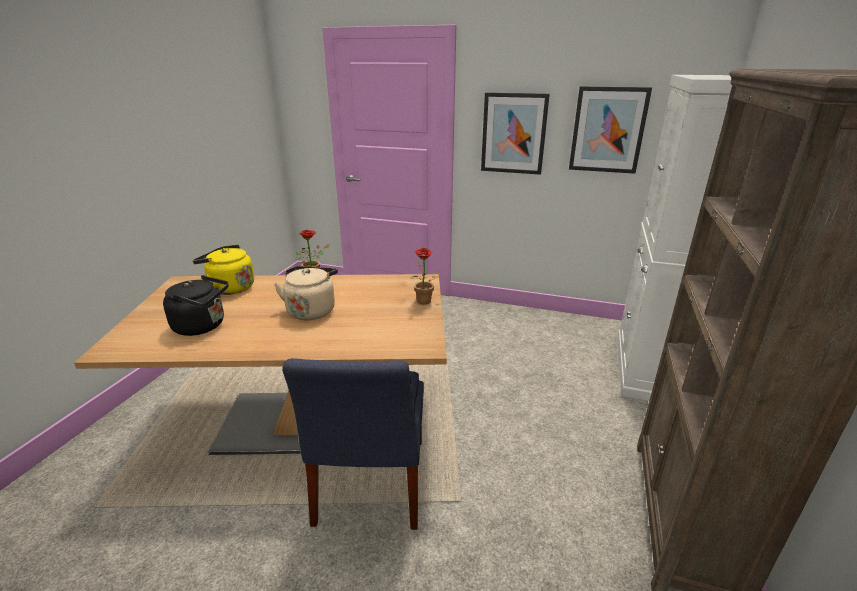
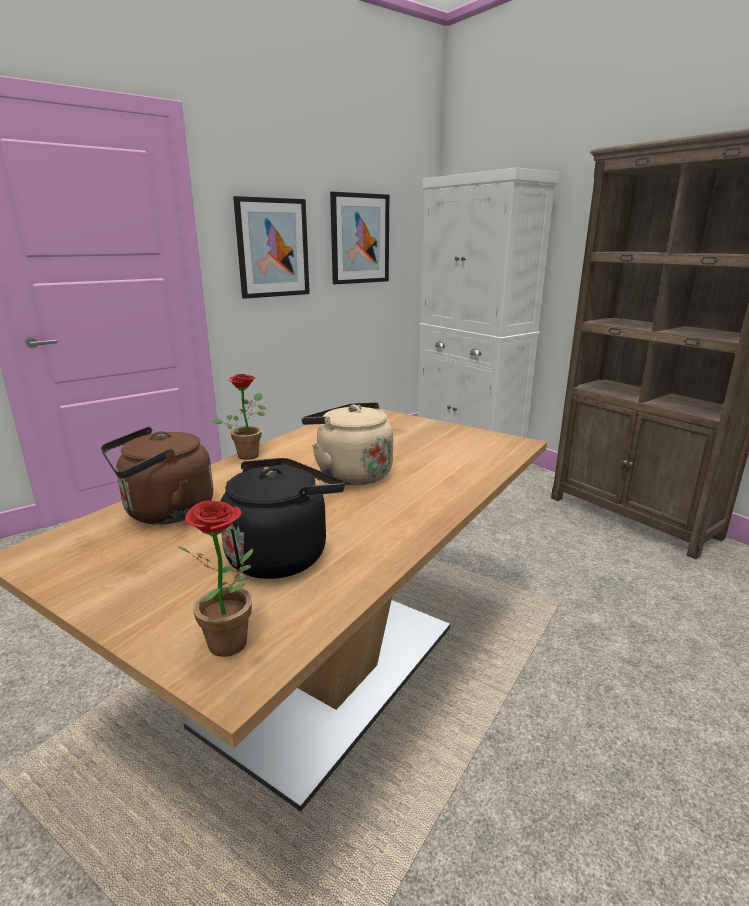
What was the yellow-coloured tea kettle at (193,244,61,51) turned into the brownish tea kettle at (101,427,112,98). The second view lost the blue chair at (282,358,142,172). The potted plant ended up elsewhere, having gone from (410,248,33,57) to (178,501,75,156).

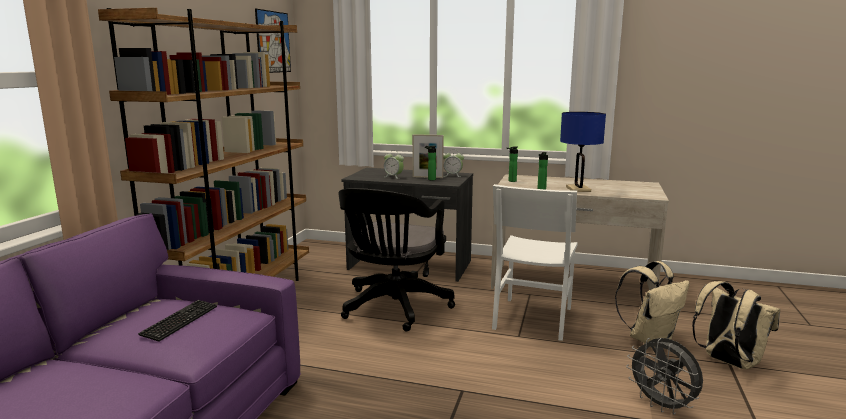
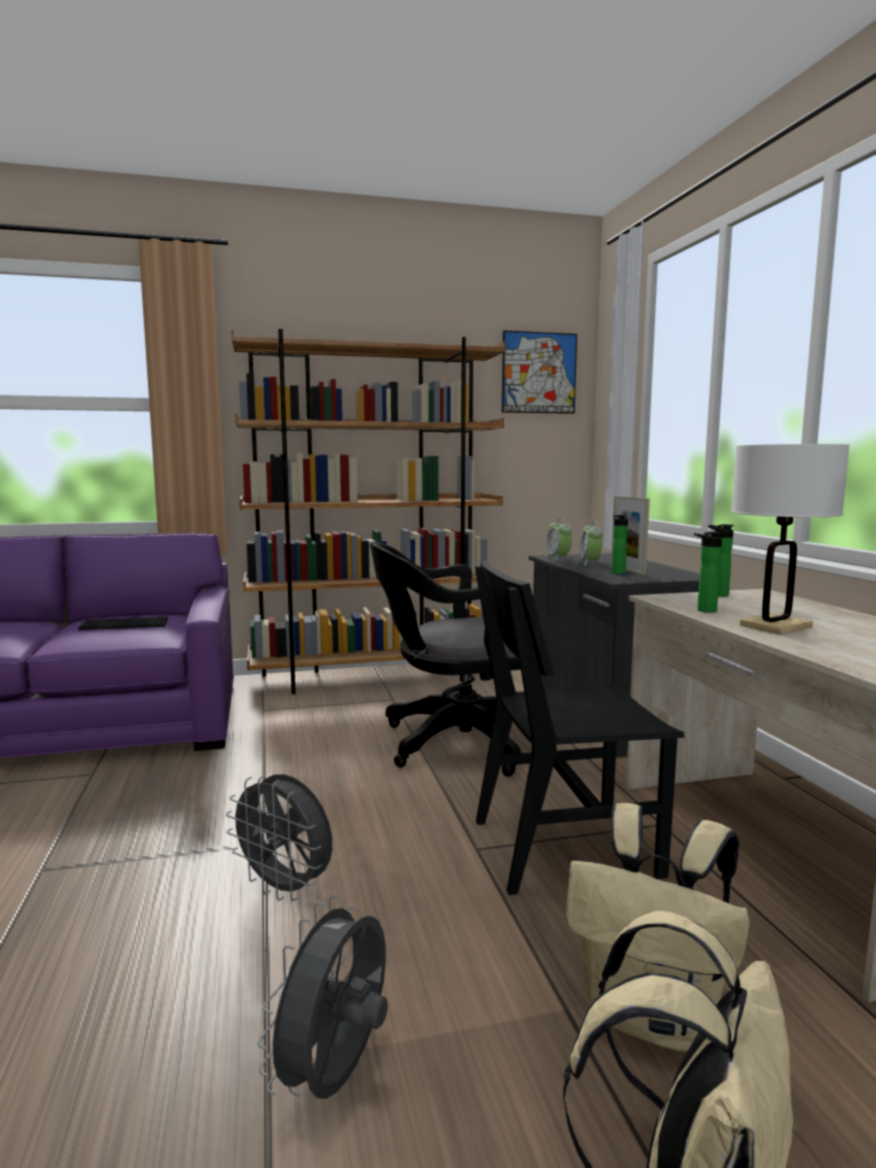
The alarm clock ended up elsewhere, having gone from (443,151,21,26) to (545,518,27,43). What was the whitish chair at (492,184,86,157) turned into the black-coloured chair at (475,559,209,336). What was the blue tabletop lamp at (560,112,46,80) turned into the whitish tabletop lamp at (731,444,119,190). The second view gained the grey electric fan at (226,774,106,127).

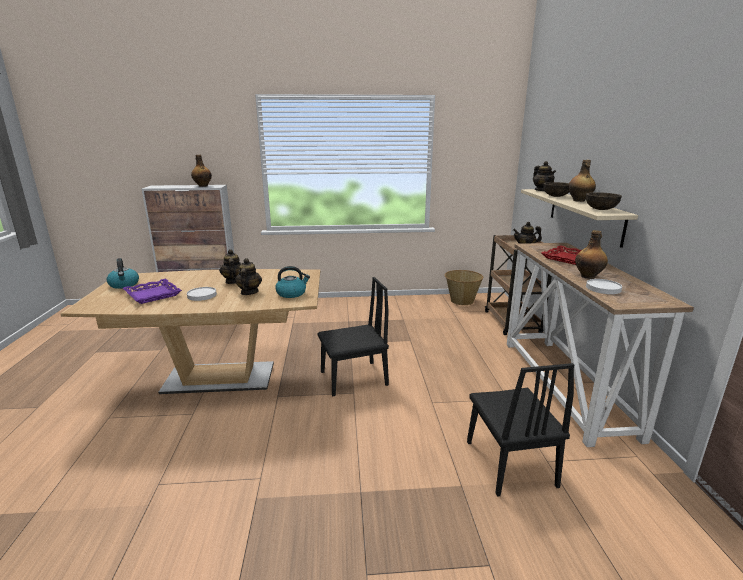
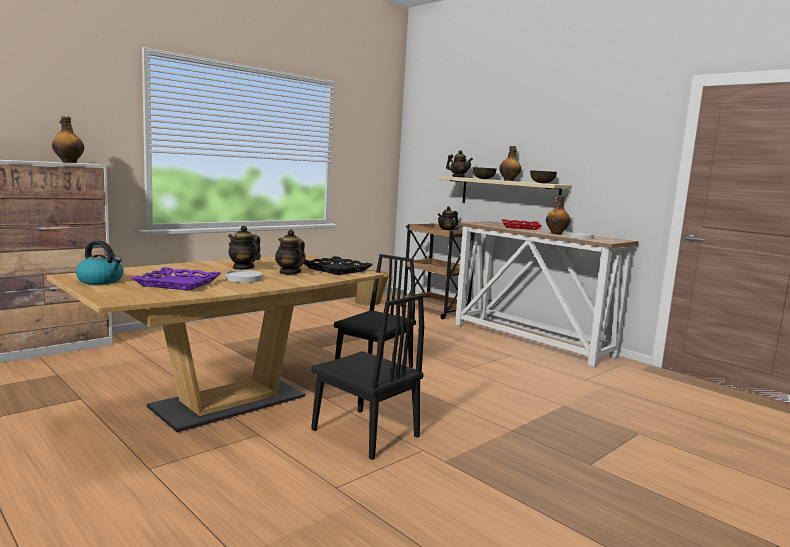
Where the tea kettle stood at (275,266,35,32), the black-coloured serving tray came to stand at (304,256,69,19). The black-coloured chair ended up elsewhere, having gone from (467,363,107,134) to (311,294,113,166).

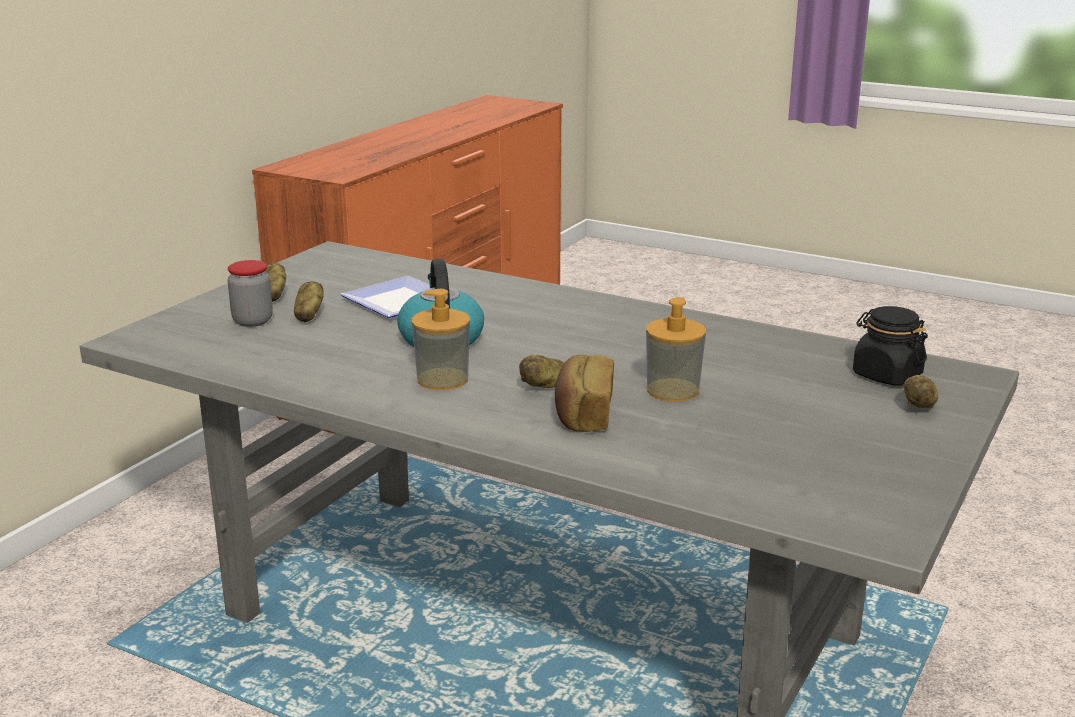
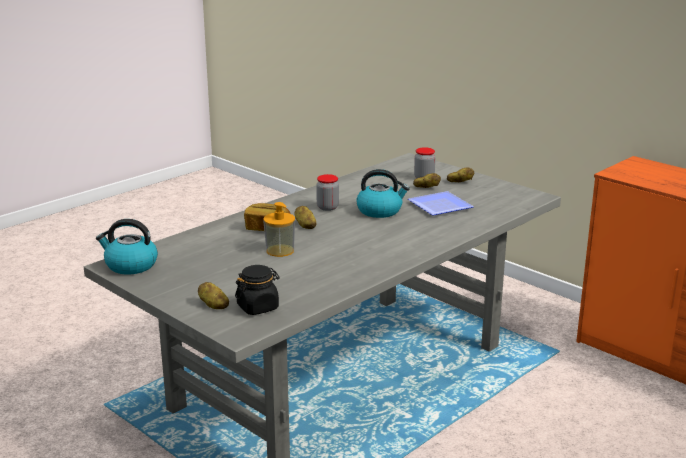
Where the liquid soap bottle stood at (412,289,58,101), the preserve jar came to stand at (316,174,23,37). The second view gained the tea kettle at (96,219,62,55).

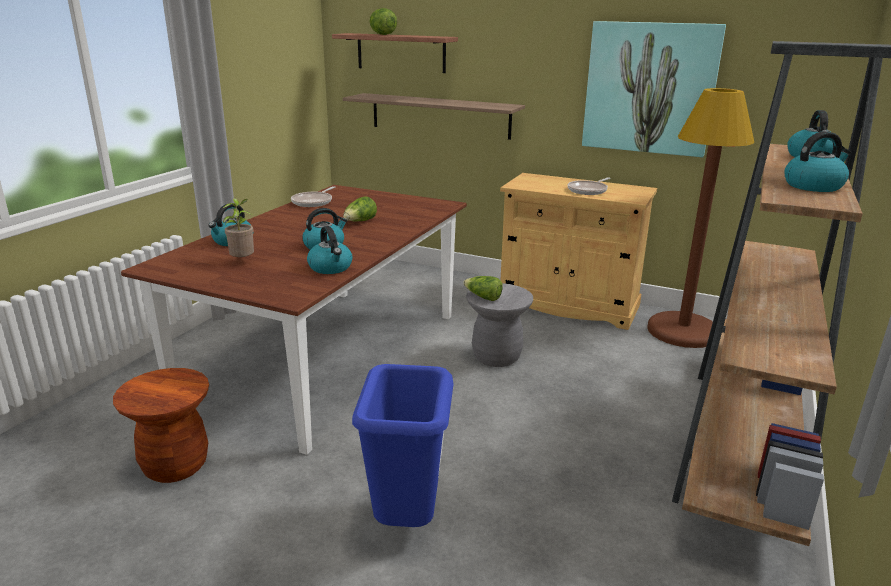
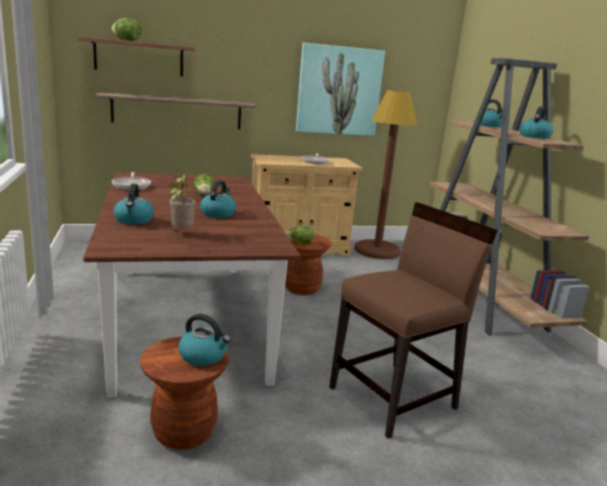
The tea kettle ended up elsewhere, having gone from (307,226,45,48) to (178,314,53,52). Where the blue rubbish bin stood at (352,364,102,163), the brownish chair came to stand at (329,202,169,237). What was the grey stool at (466,283,67,84) turned into the brownish stool at (285,234,46,61).

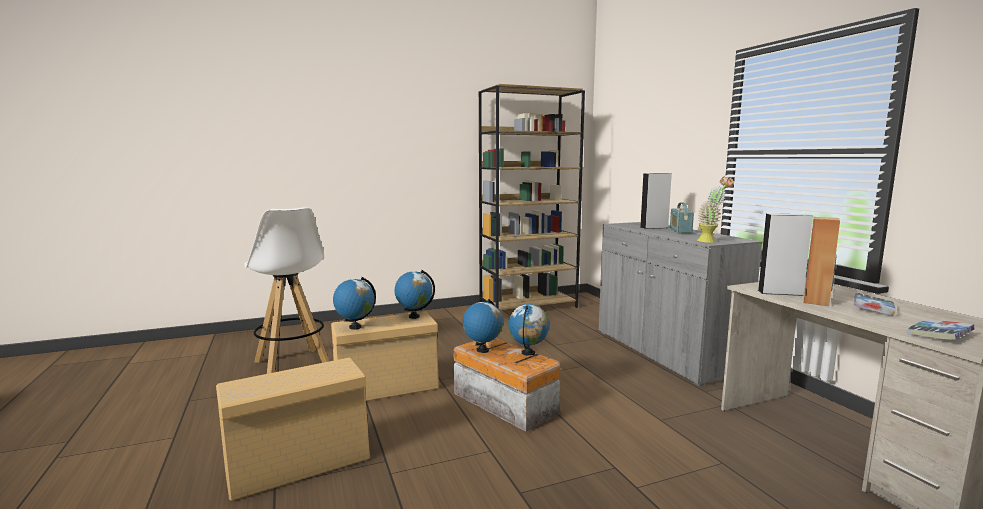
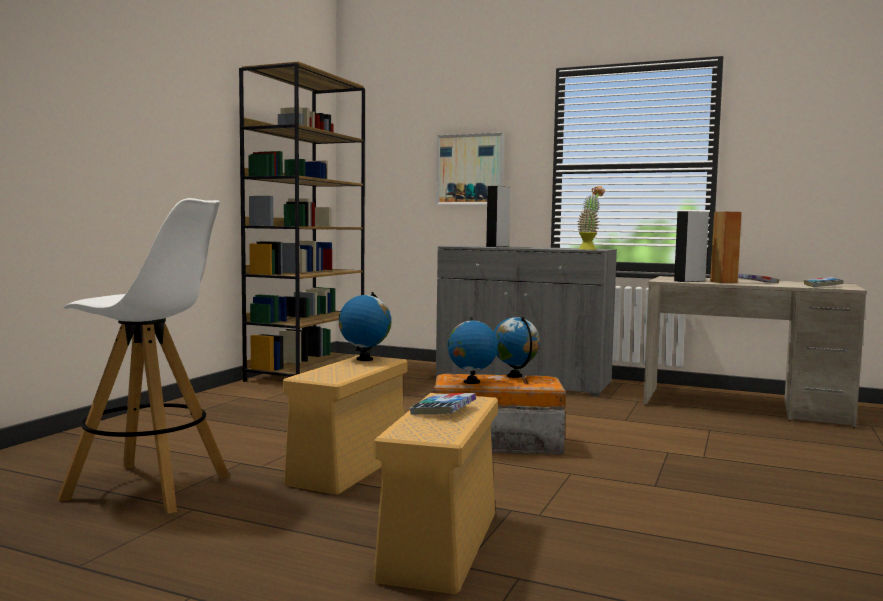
The second view lost the globe at (333,277,43,53). The second view lost the radio set at (670,203,24,30). The second view gained the book at (410,393,66,22). The second view gained the picture at (436,133,68,72).

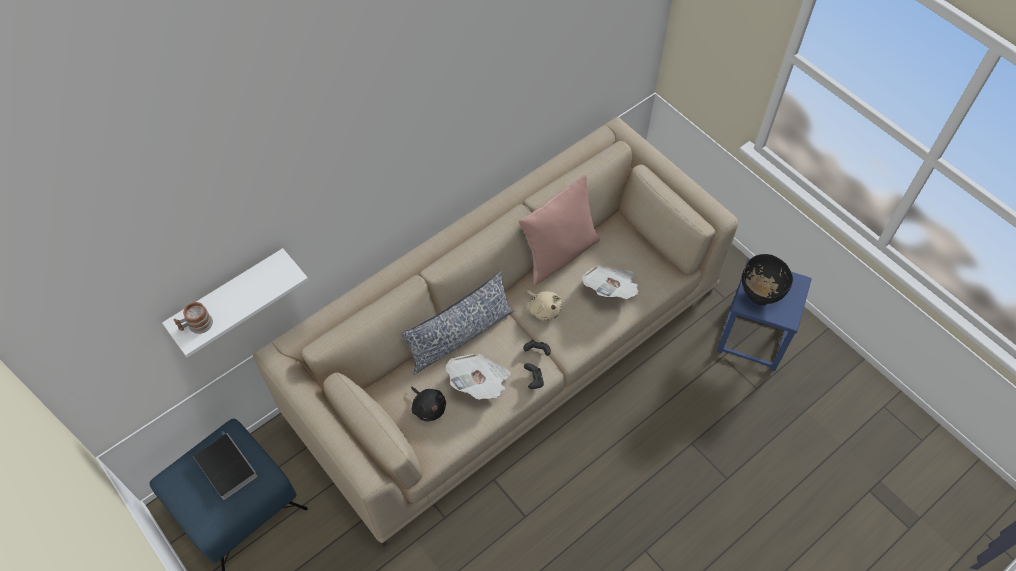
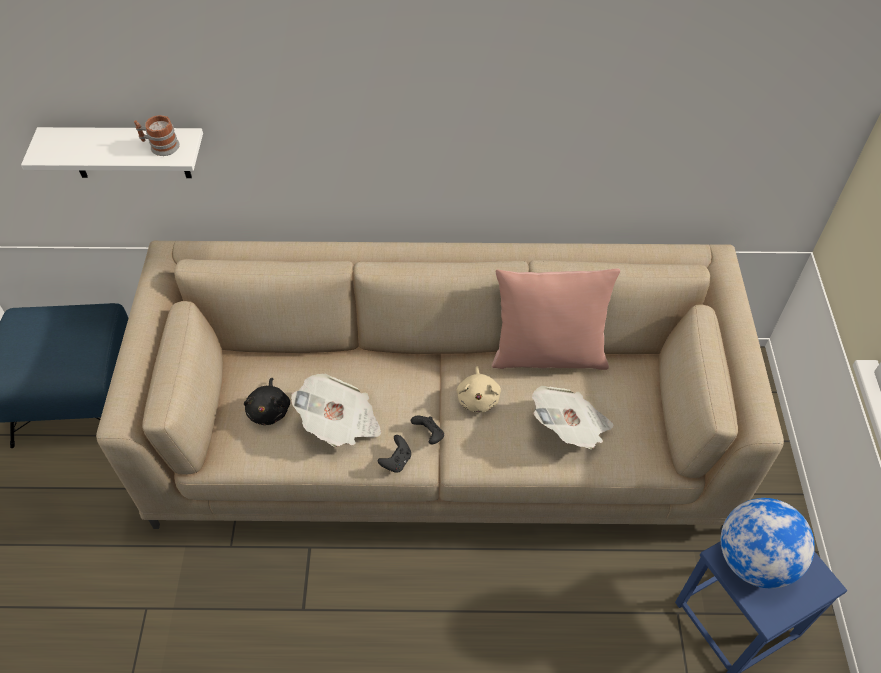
The coffee mug ended up elsewhere, having gone from (173,302,40,32) to (134,115,46,41). The second view lost the book at (194,431,64,69). The second view lost the pillow at (401,271,113,104). Where the black-coloured bowl stood at (742,254,51,51), the globe came to stand at (721,498,94,90).

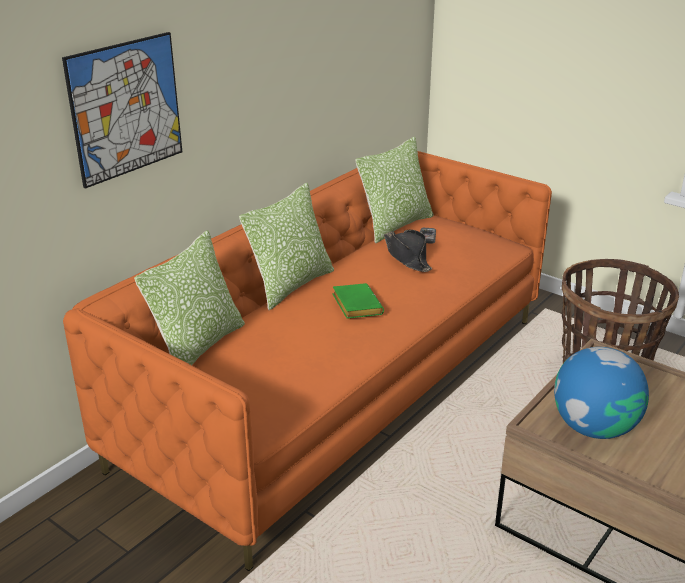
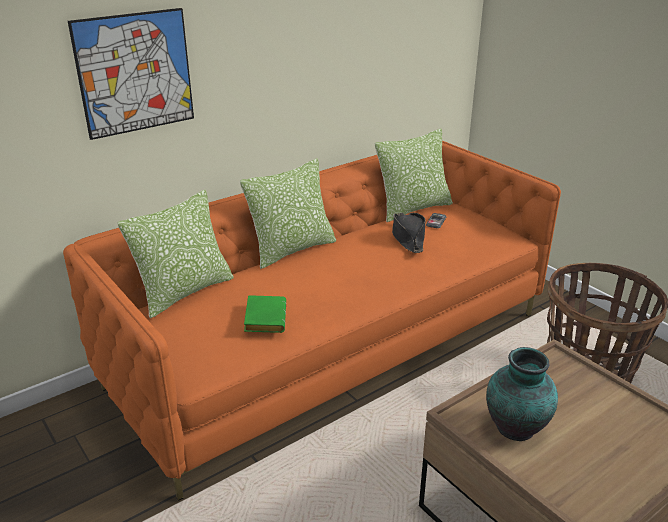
The green book ended up elsewhere, having gone from (332,283,52,36) to (244,295,42,38). Where the globe stood at (554,347,95,92), the vase came to stand at (486,347,72,94).

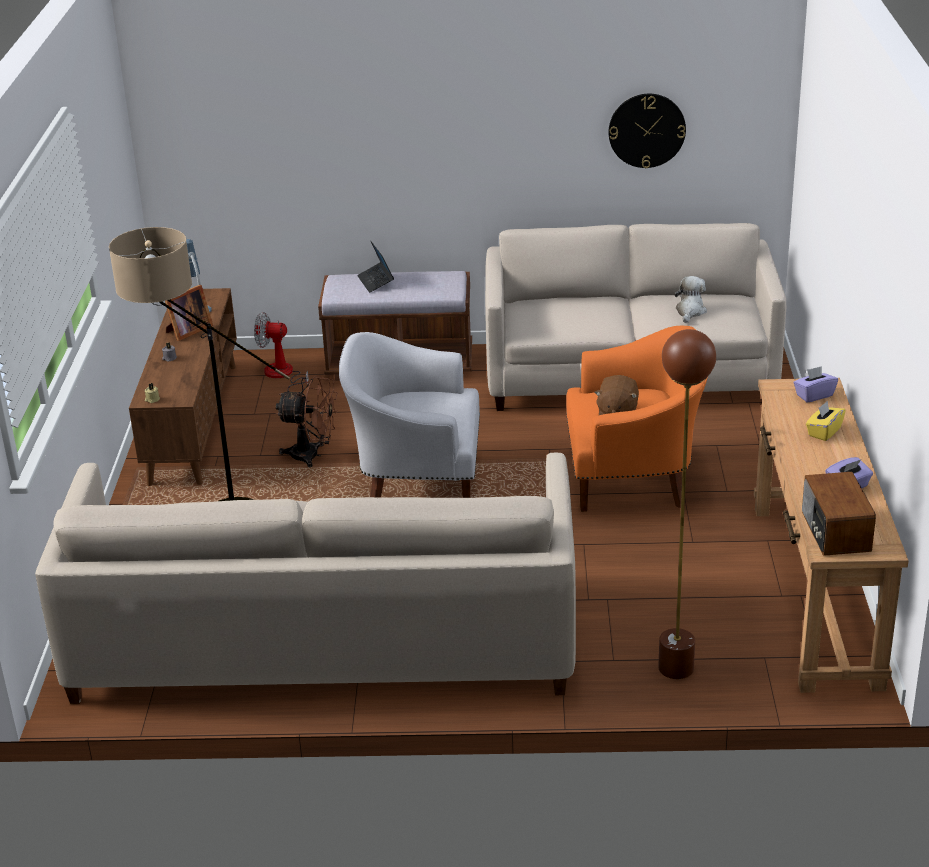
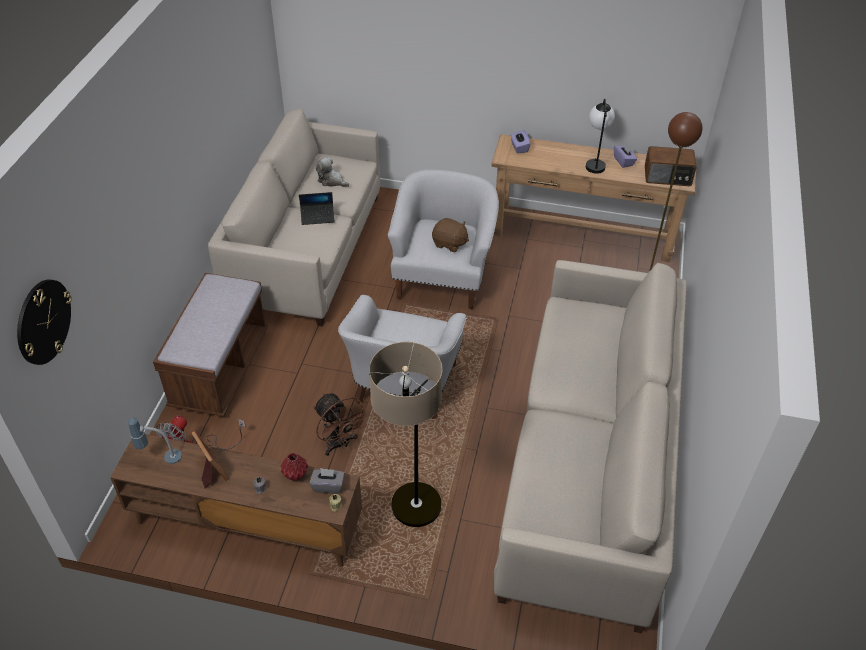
The brownish electric fan at (276,376,61,91) ended up facing another way, 120 degrees clockwise from before. The notebook computer ended up elsewhere, having gone from (357,240,37,53) to (299,192,36,33). What was the orange-coloured easy chair at (566,325,142,187) turned into the whitish easy chair at (388,170,111,139). The clock on the wall ended up elsewhere, having gone from (609,94,77,74) to (17,279,55,86). The second view lost the yellow-coloured box of tissues at (806,401,40,40). The second view gained the red vase at (281,453,27,28). The second view gained the grey box of tissues at (309,468,36,26). The second view gained the tabletop lamp at (586,99,29,75).

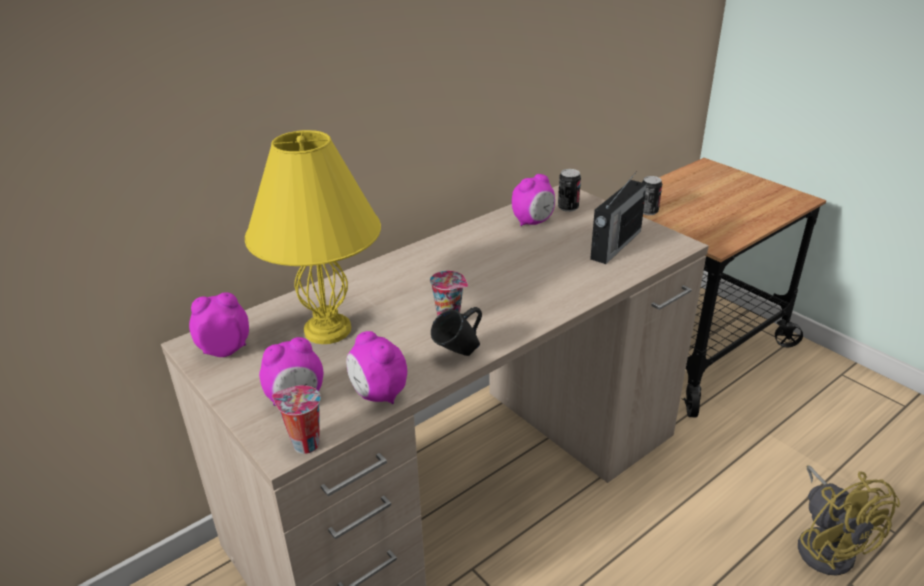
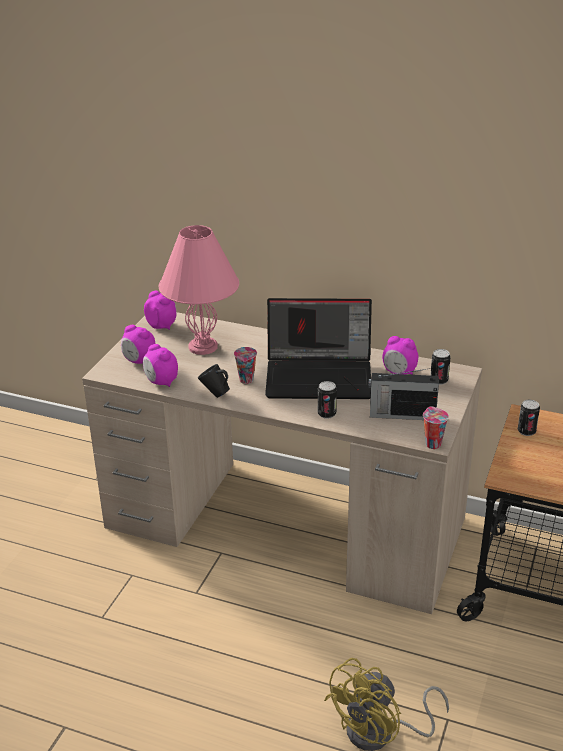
What was the yellow-coloured tabletop lamp at (245,130,136,214) turned into the pink-coloured tabletop lamp at (159,225,80,130). The cup ended up elsewhere, having gone from (272,385,49,69) to (423,406,26,43). The alarm clock at (346,331,61,73) ended up facing another way, 60 degrees counterclockwise from before. The second view gained the notebook computer at (265,298,107,101). The second view gained the sealed can at (318,381,19,38).

